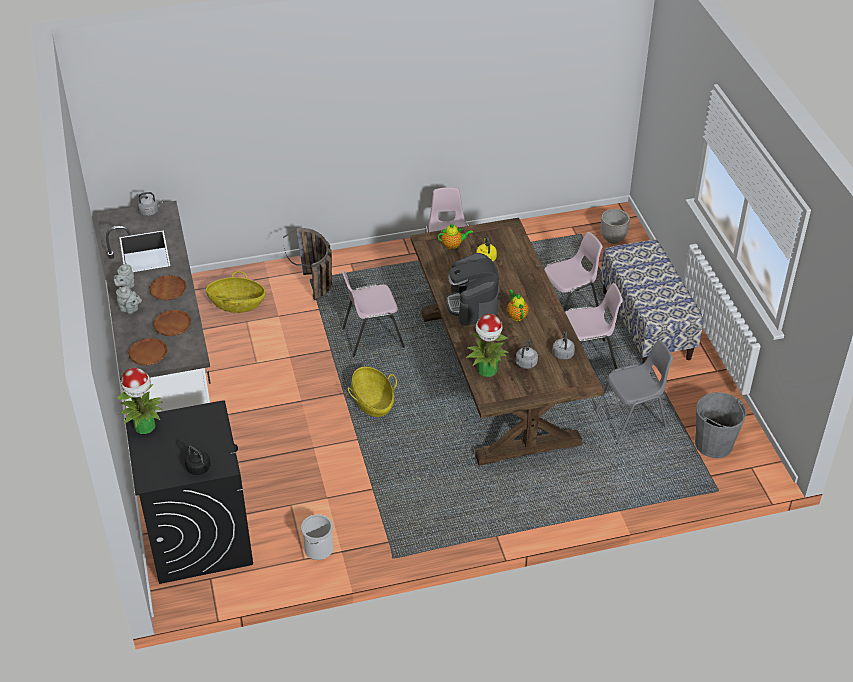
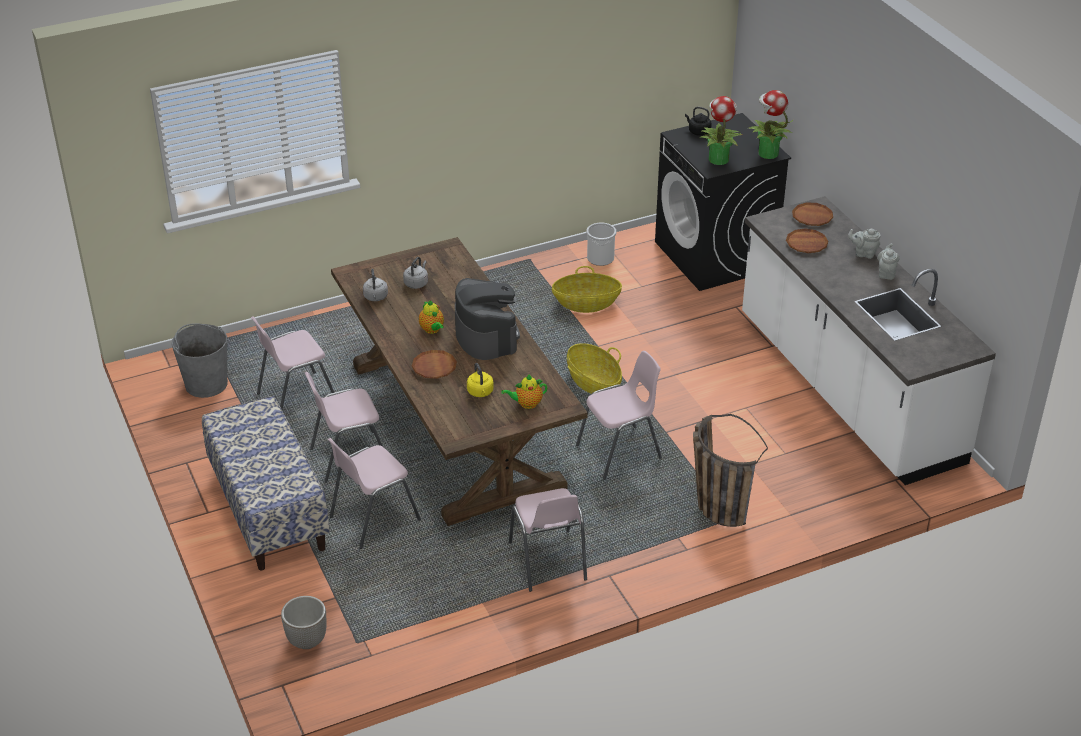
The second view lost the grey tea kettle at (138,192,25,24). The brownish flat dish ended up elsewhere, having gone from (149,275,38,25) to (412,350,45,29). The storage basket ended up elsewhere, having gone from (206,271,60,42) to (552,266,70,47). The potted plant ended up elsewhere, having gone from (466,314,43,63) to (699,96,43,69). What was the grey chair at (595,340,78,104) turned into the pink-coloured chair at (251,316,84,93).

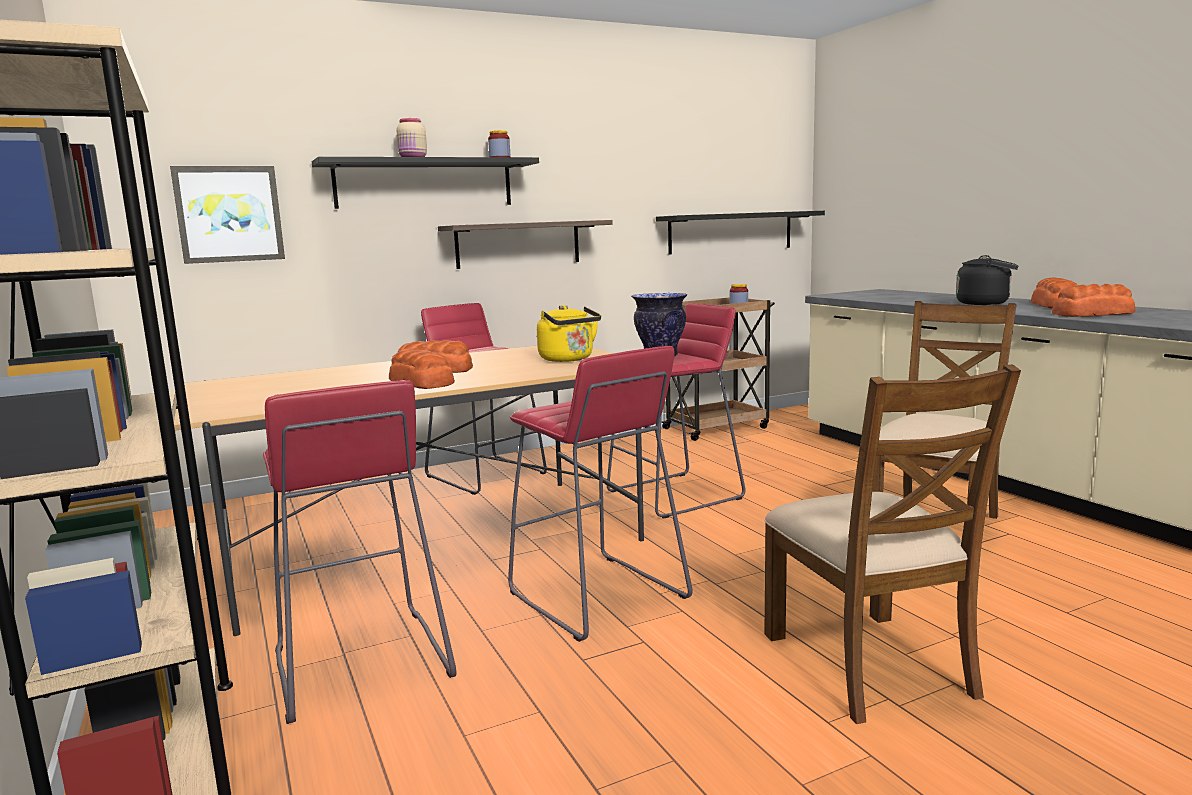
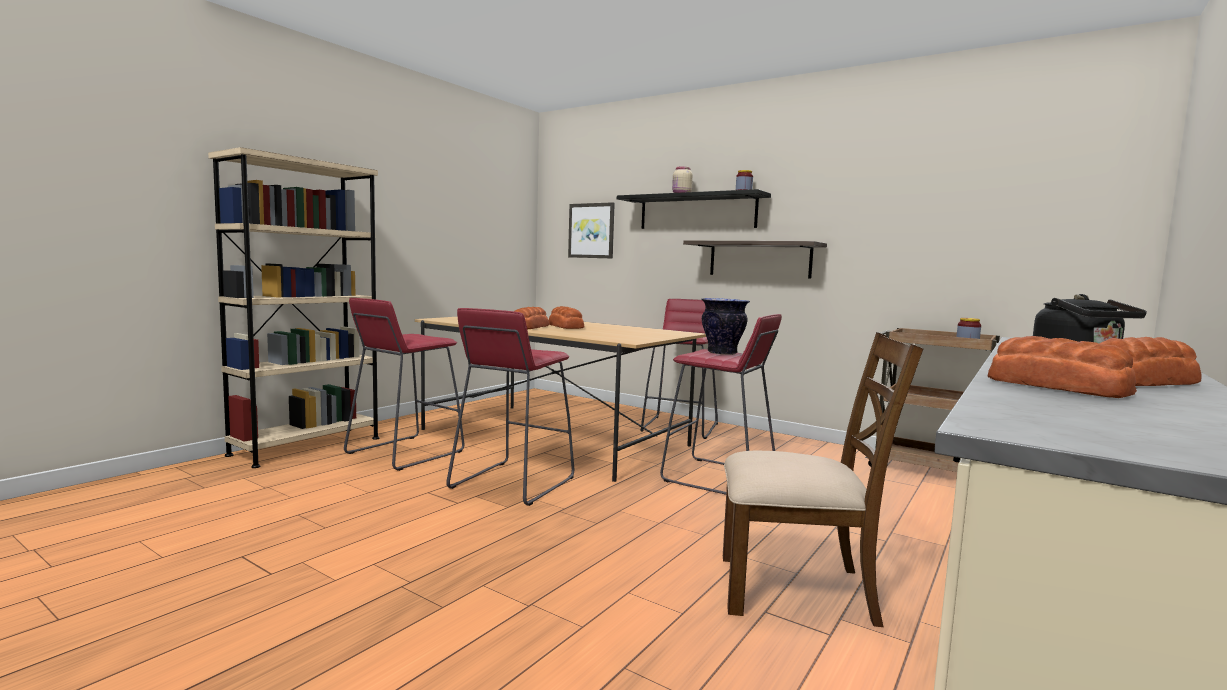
The second view lost the yellow-coloured tea kettle at (537,305,64,57). The second view lost the black-coloured bracket shelf at (656,211,169,43). The second view lost the brownish chair at (765,365,256,359).

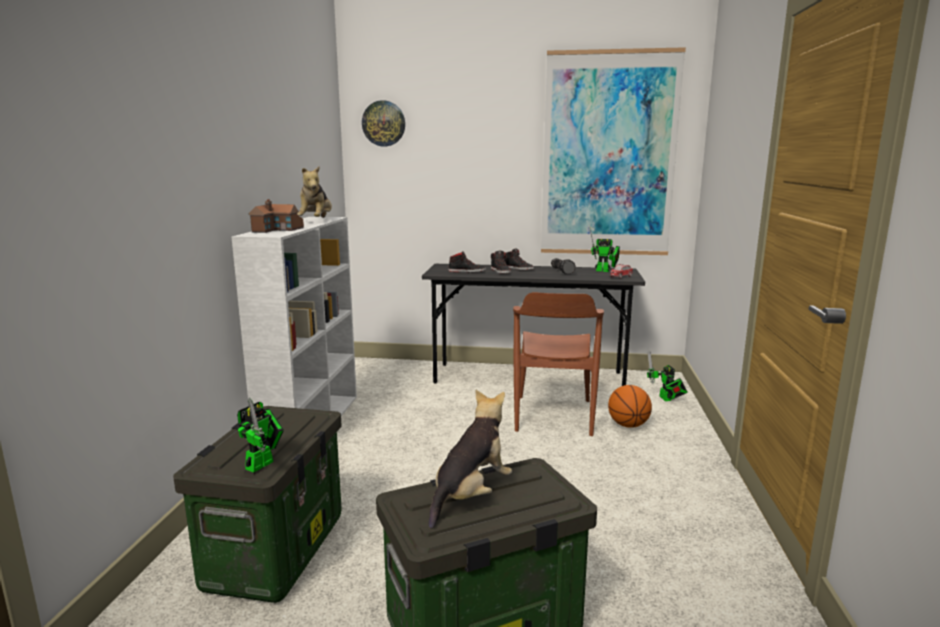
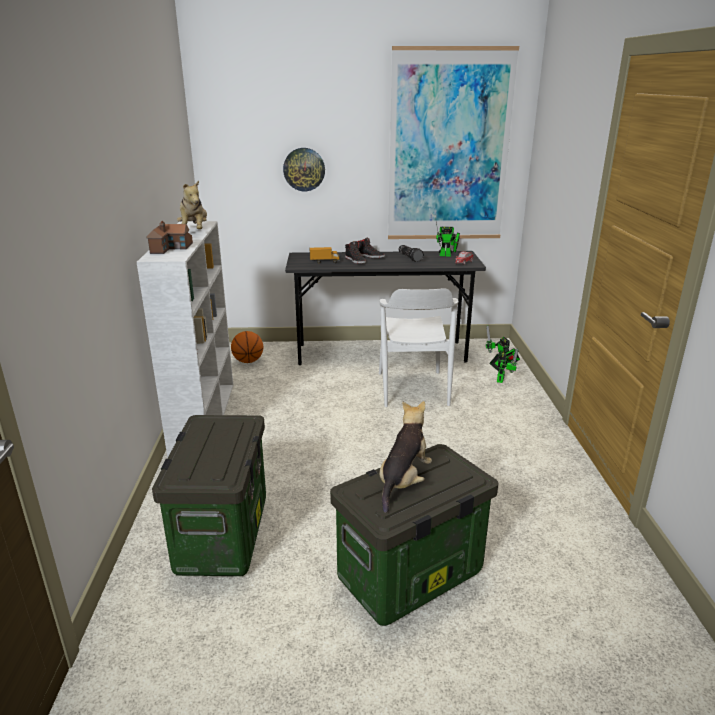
The robot figure ended up elsewhere, having gone from (237,397,47,76) to (489,348,29,35). The clock on the wall ended up elsewhere, having gone from (362,100,43,46) to (283,148,42,43). Where the black-coloured low shoe stood at (448,251,38,22), the toy lorry came to stand at (310,247,30,17). What was the brownish chair at (513,292,91,144) turned into the whitish chair at (379,288,79,119). The basketball ball ended up elsewhere, having gone from (608,385,44,43) to (231,331,32,32).

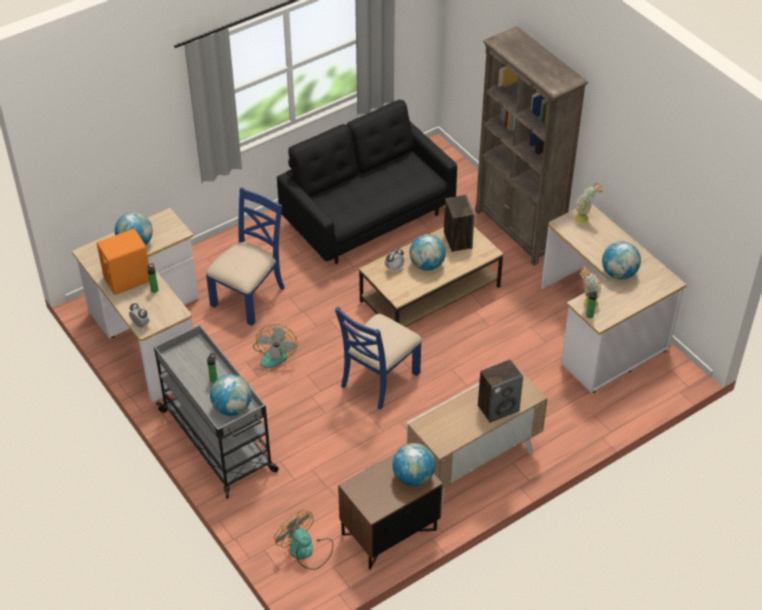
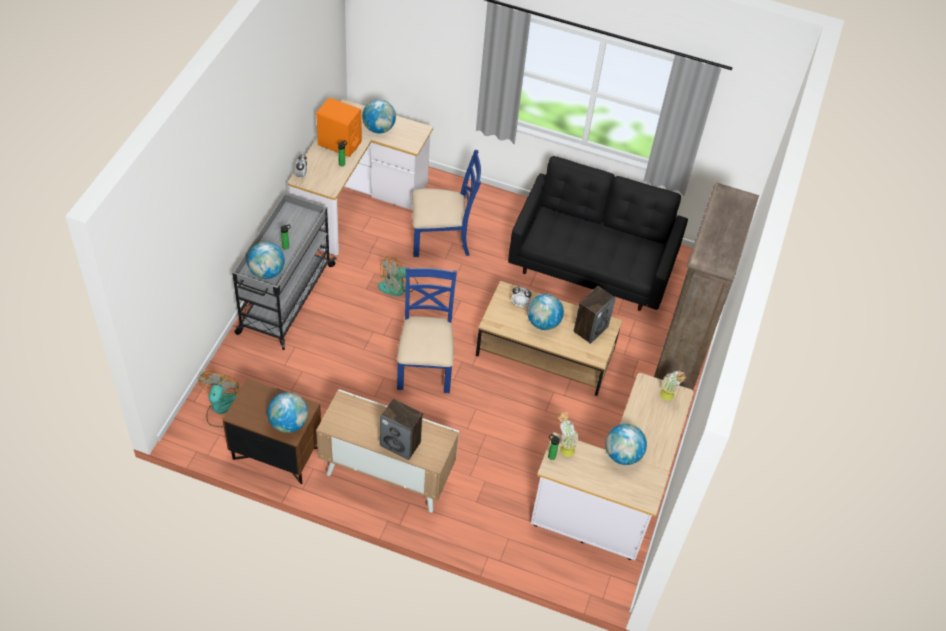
The blue chair at (335,307,87,103) ended up facing another way, 90 degrees clockwise from before.

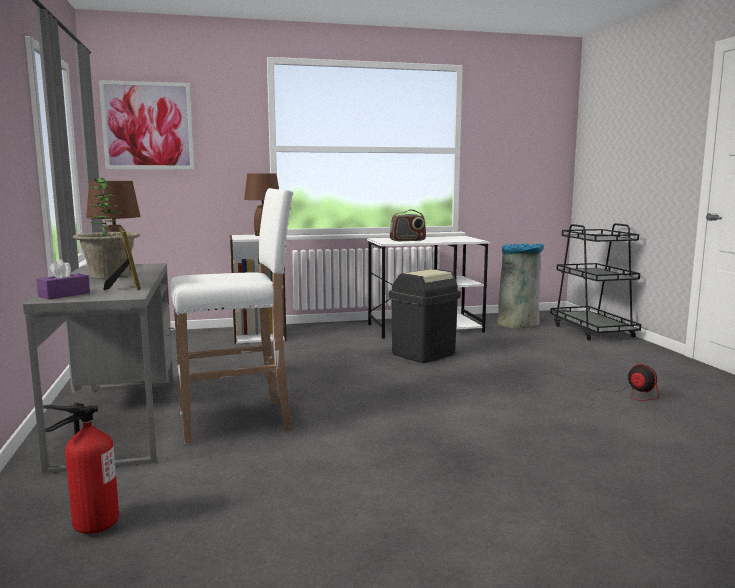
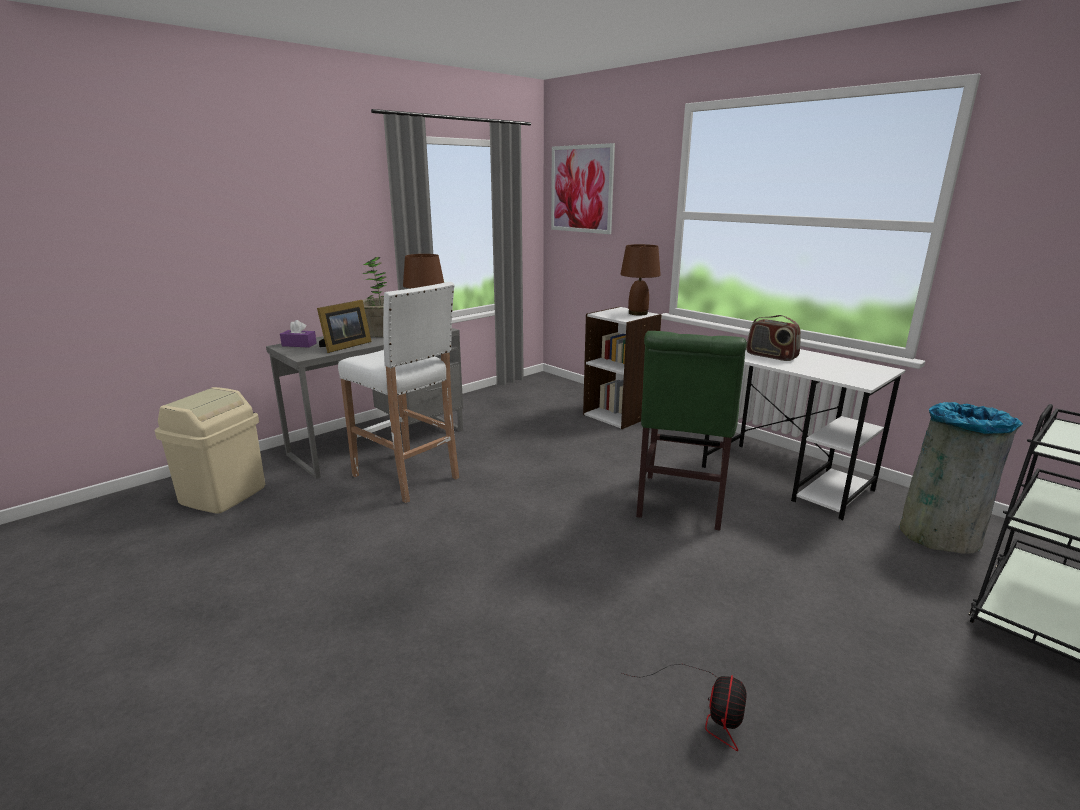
Where the fire-fighting cylinder stood at (43,403,76,131), the beige rubbish bin came to stand at (155,387,110,127). Where the black-coloured rubbish bin stood at (389,269,72,94), the green chair came to stand at (636,331,111,199).

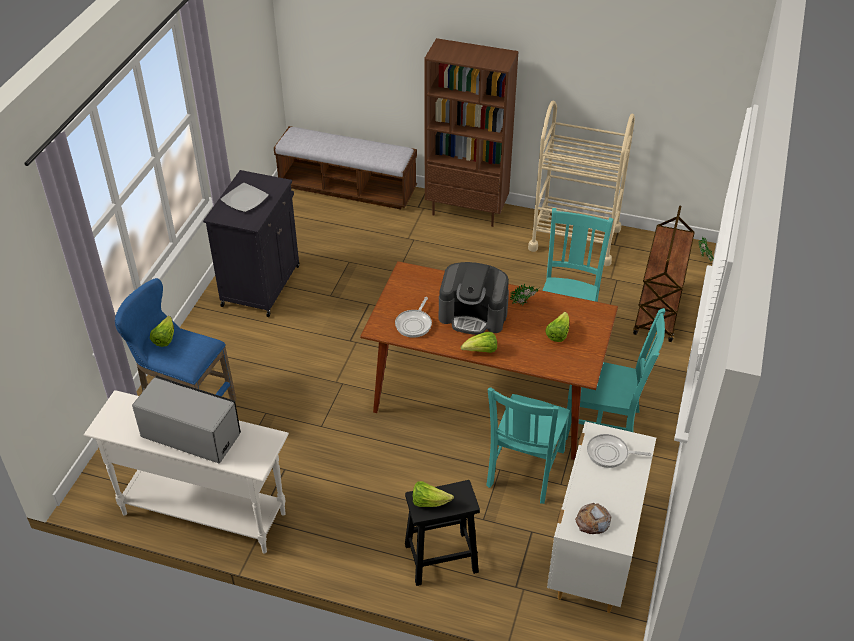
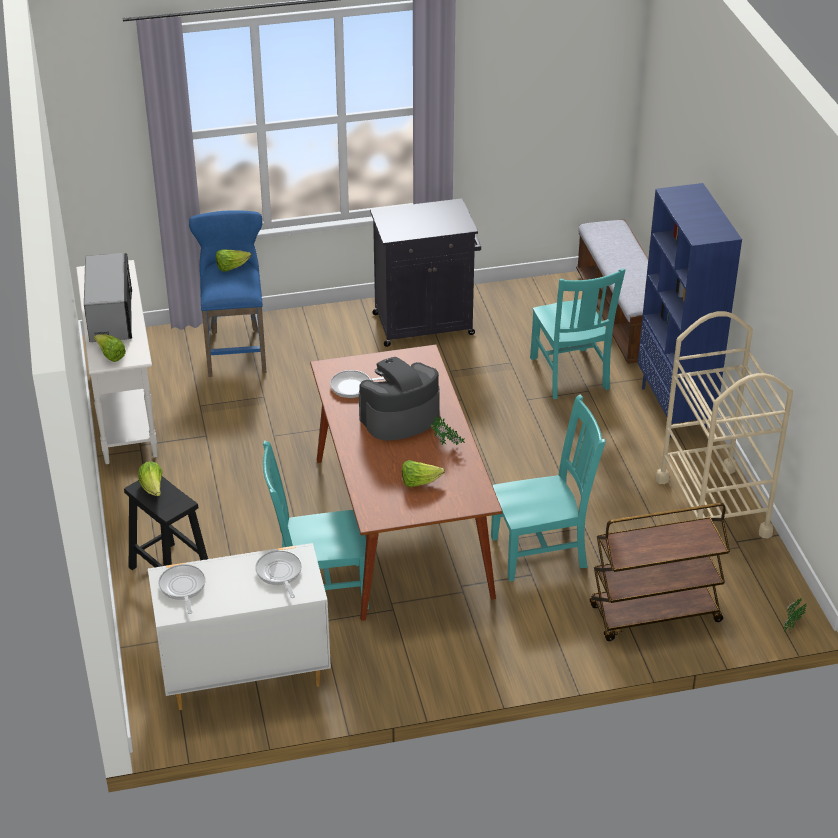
The second view lost the flat dish at (220,183,49,29). What was the brownish shelving unit at (424,38,95,189) turned into the blue shelving unit at (638,183,104,255). The coffee machine at (439,262,70,73) ended up facing another way, 75 degrees clockwise from before. The lettuce head ended up elsewhere, having gone from (461,332,36,21) to (93,334,33,28). The turquoise chair ended up elsewhere, having gone from (566,308,99,132) to (530,269,95,130). Where the bread stood at (575,503,36,31), the skillet came to stand at (158,564,48,50).

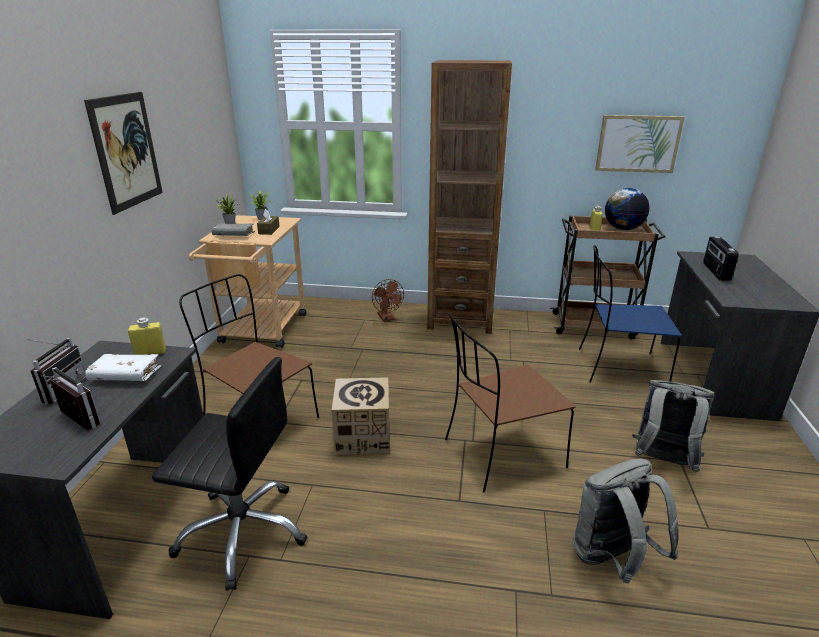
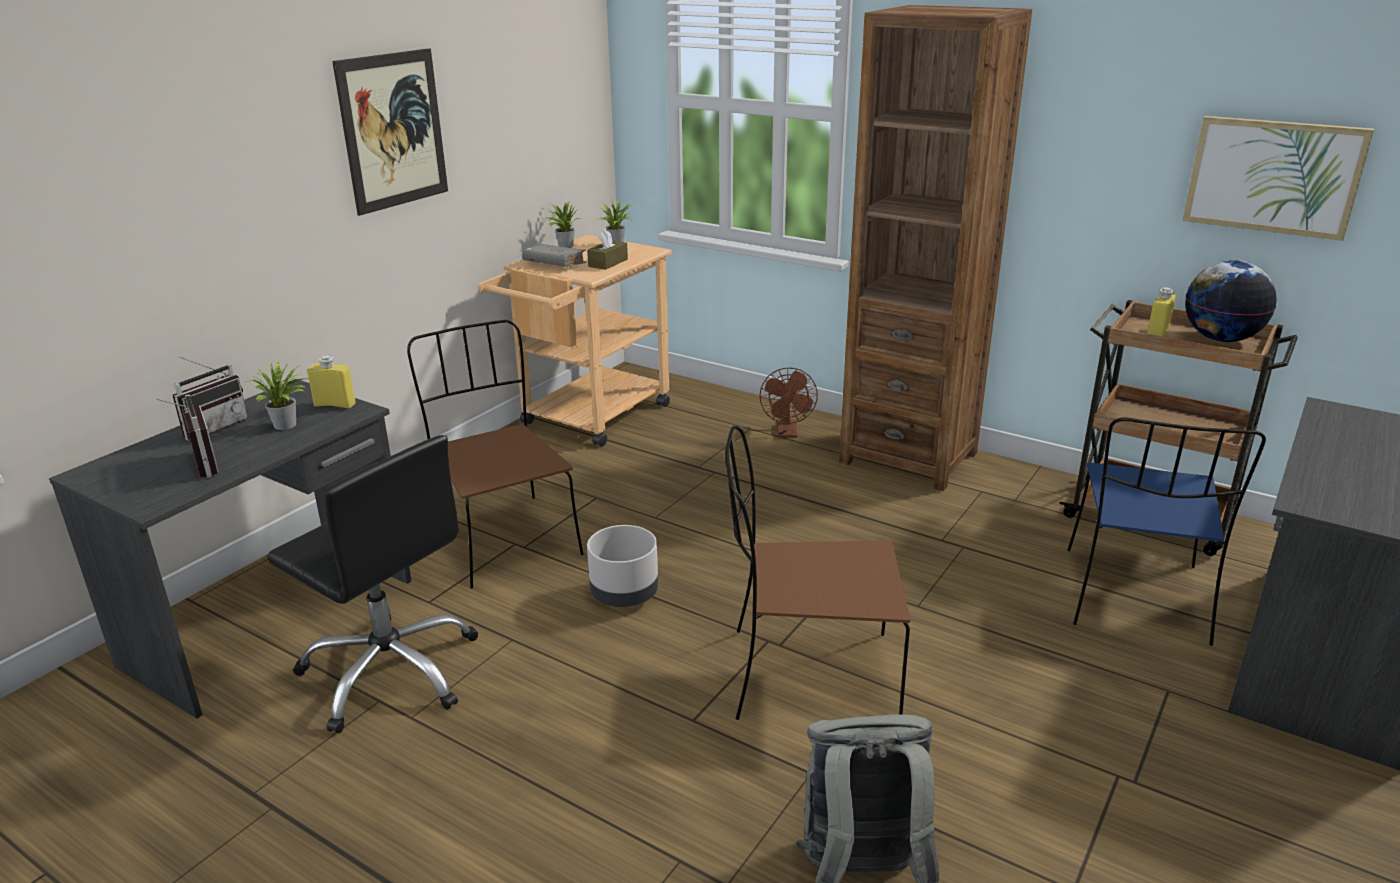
Where the whitish book stood at (85,354,76,27), the potted plant came to stand at (246,362,63,68). Where the carton stood at (332,377,58,78), the grey flower pot came to stand at (587,525,71,82). The blue chair at (579,245,103,138) ended up facing another way, 105 degrees counterclockwise from before. The second view lost the grey knapsack at (632,380,82,92). The second view lost the radio set at (703,236,36,45).

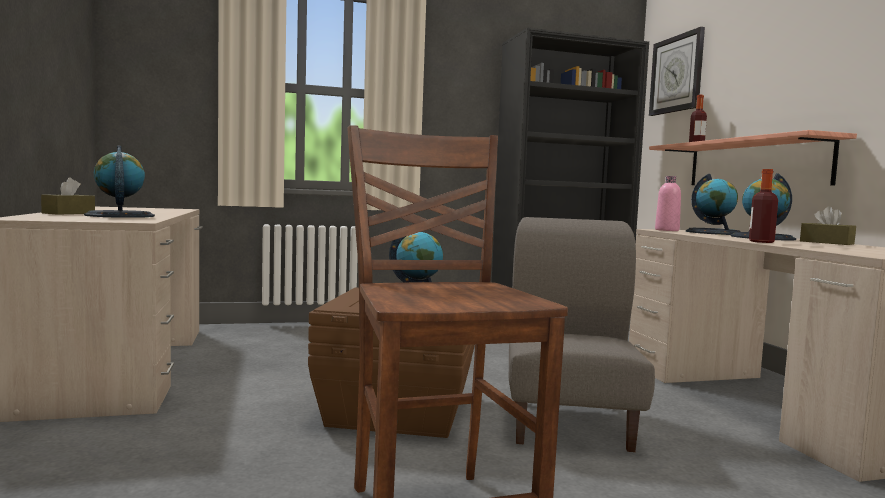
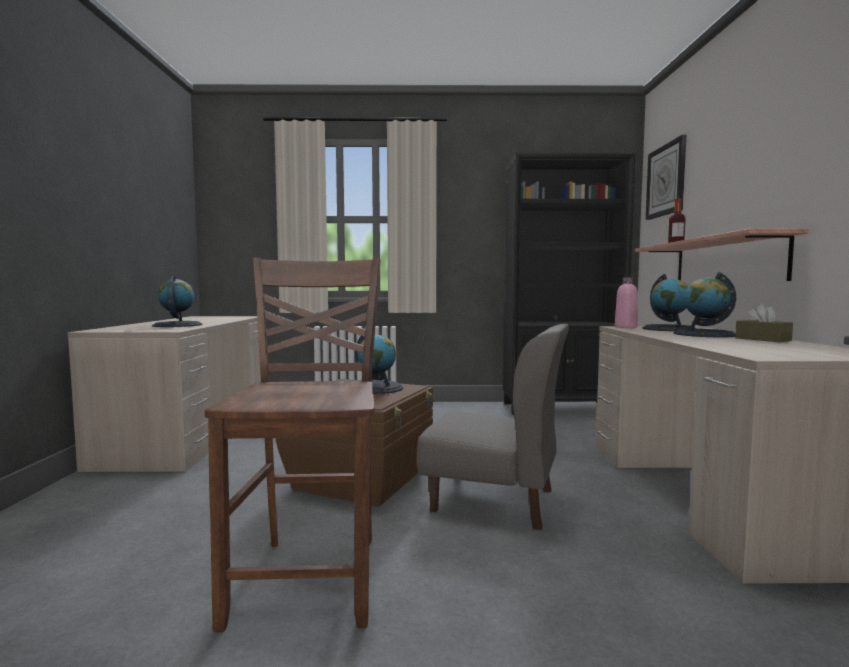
The second view lost the brownish box of tissues at (41,177,54,38). The grey chair at (508,217,147,235) ended up facing another way, 90 degrees clockwise from before. The second view lost the bottle at (749,169,29,74).

